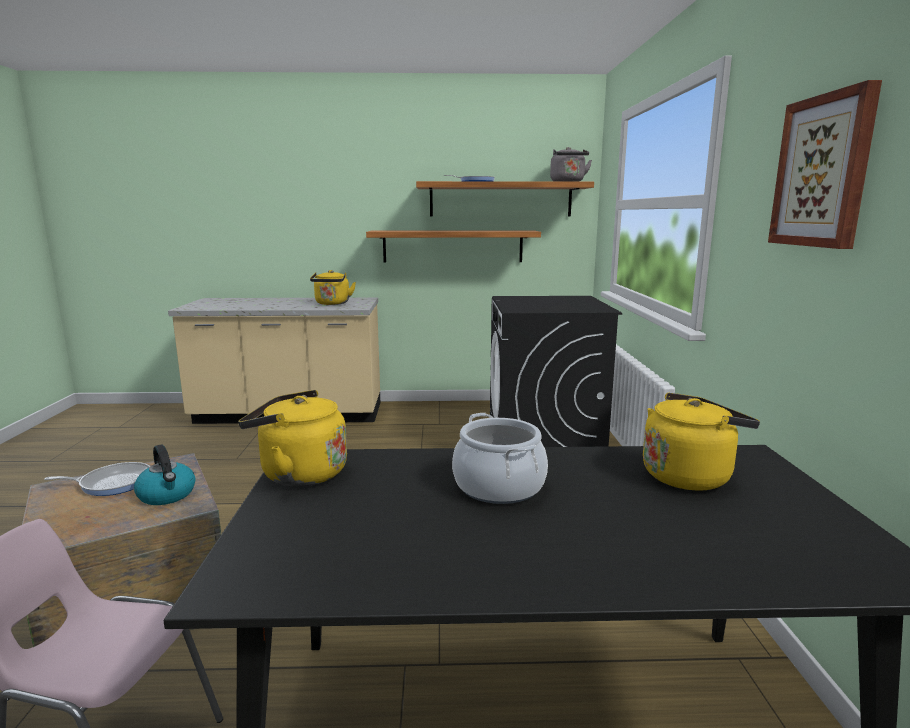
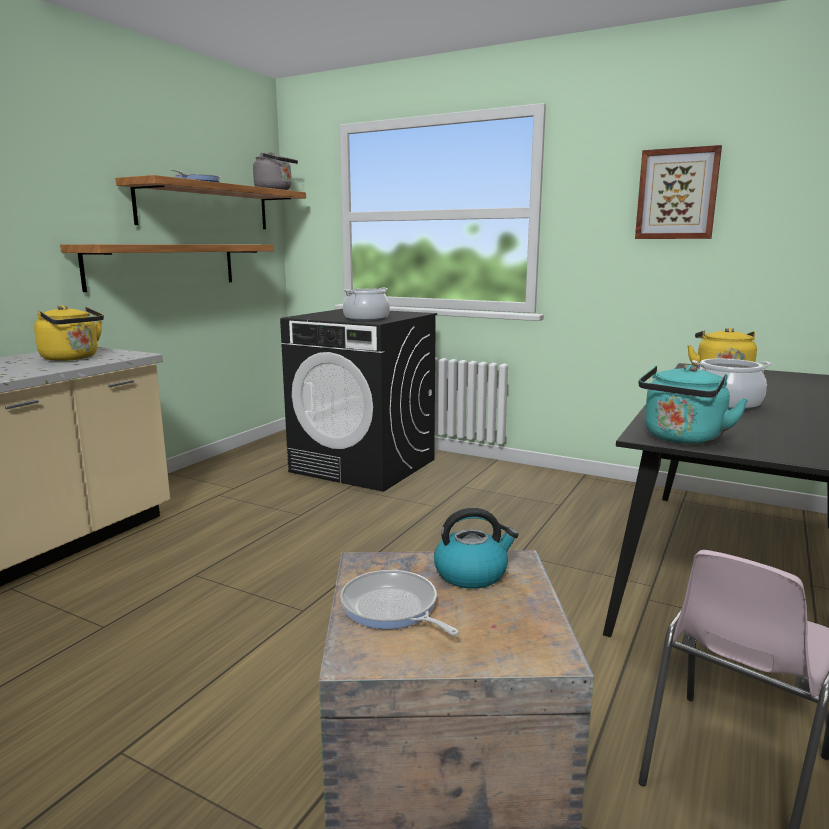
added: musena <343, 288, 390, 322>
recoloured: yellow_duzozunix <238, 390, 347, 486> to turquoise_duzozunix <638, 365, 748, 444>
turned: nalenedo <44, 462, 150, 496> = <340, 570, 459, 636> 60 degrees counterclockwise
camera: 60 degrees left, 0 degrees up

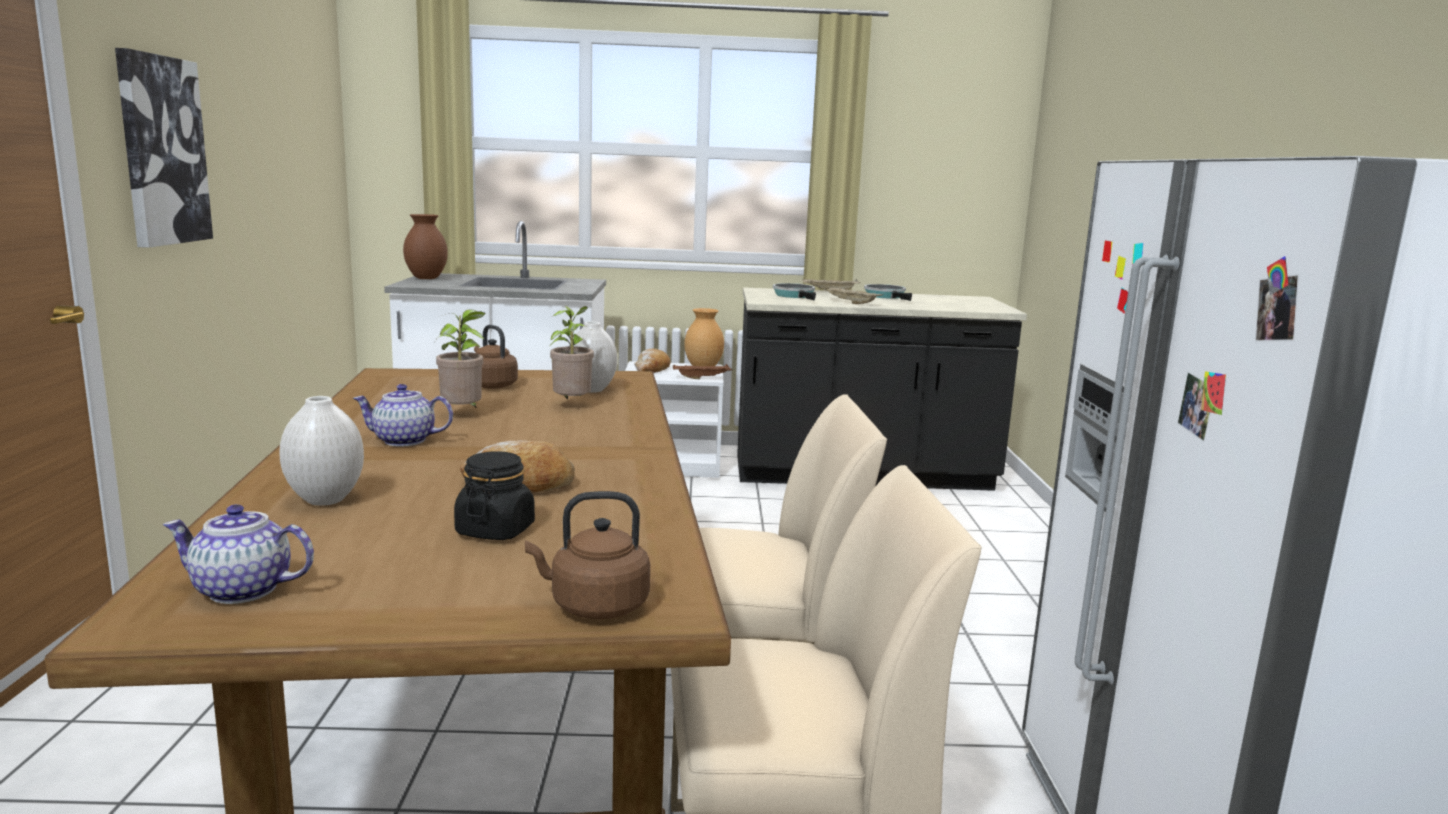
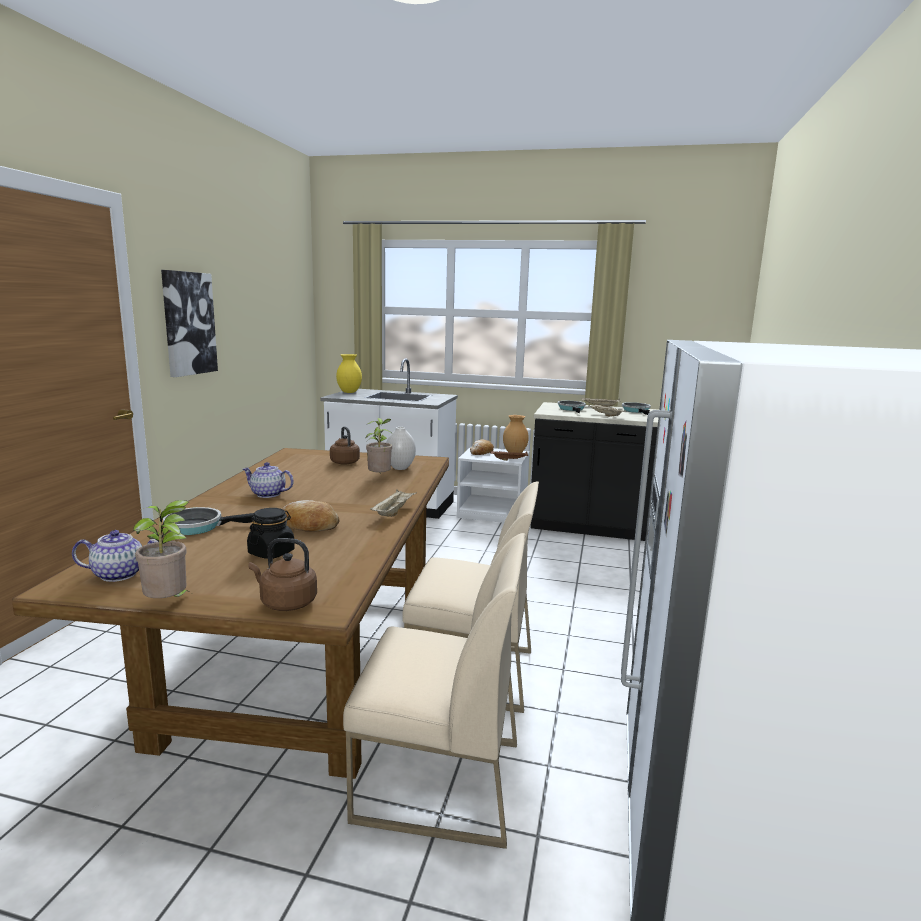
added: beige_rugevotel <370, 489, 416, 517>
moved: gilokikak <435, 310, 486, 408> to <133, 500, 191, 598>
replaced: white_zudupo <279, 396, 364, 506> to nalenedo <163, 507, 254, 535>
recoloured: brown_zudupo <403, 214, 448, 279> to yellow_zudupo <336, 354, 362, 393>
turned: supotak <163, 504, 314, 604> = <72, 530, 158, 582> 150 degrees clockwise
camera: 15 degrees right, 0 degrees up

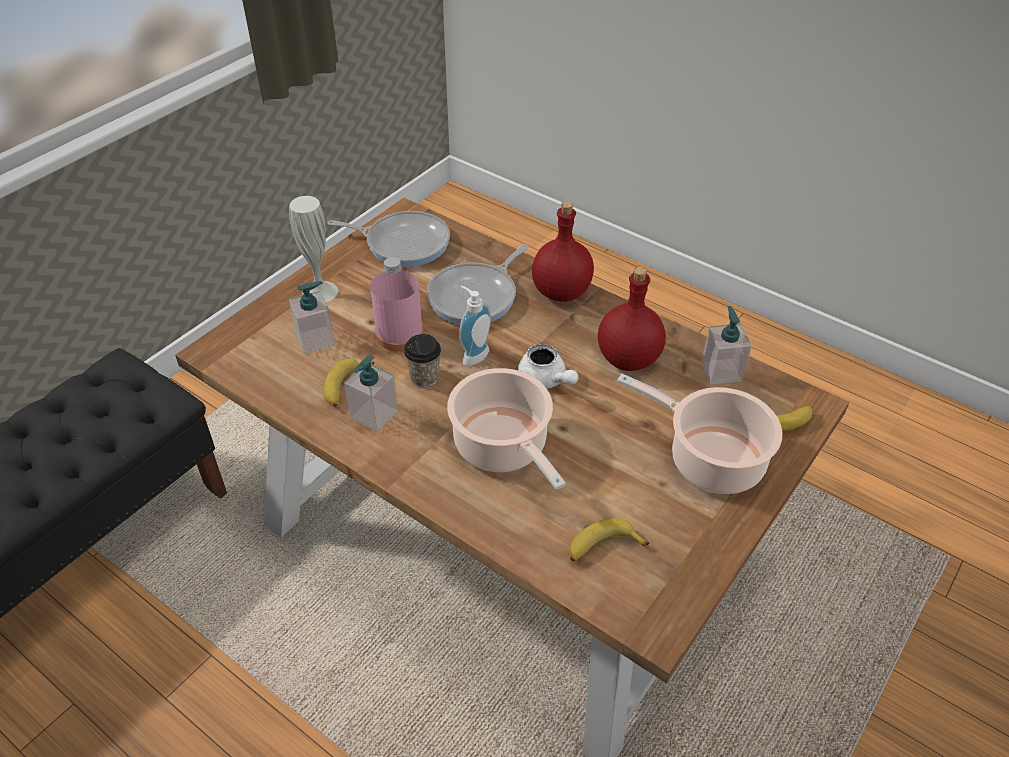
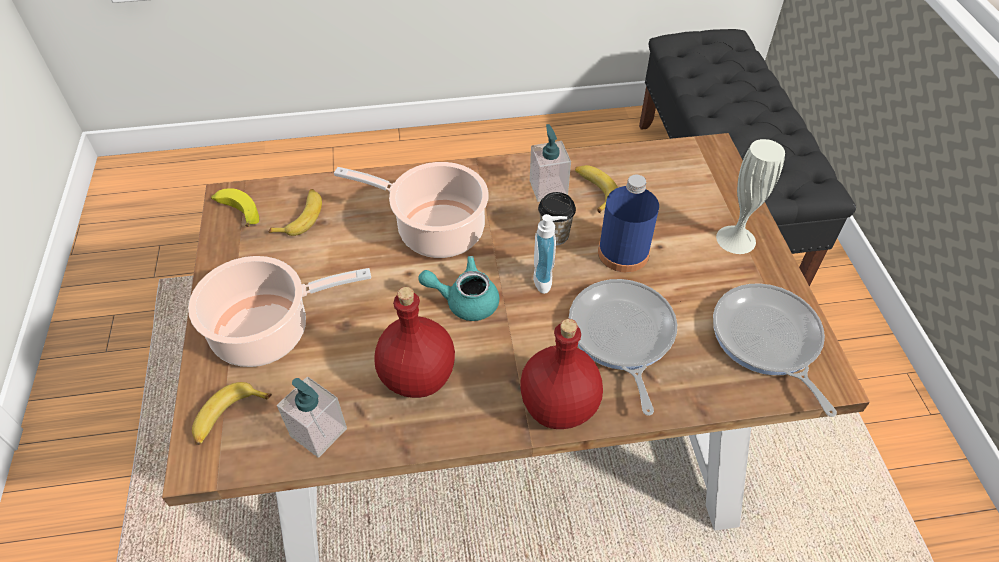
removed: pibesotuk <289, 281, 335, 354>
added: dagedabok <211, 188, 259, 227>
recoloured: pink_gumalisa <370, 257, 423, 351> to blue_gumalisa <598, 175, 659, 272>; white_supotak <518, 344, 578, 389> to turquoise_supotak <418, 256, 499, 321>
turned: nalenedo <327, 211, 450, 267> = <713, 284, 837, 417> 105 degrees clockwise
camera: 135 degrees right, 5 degrees up

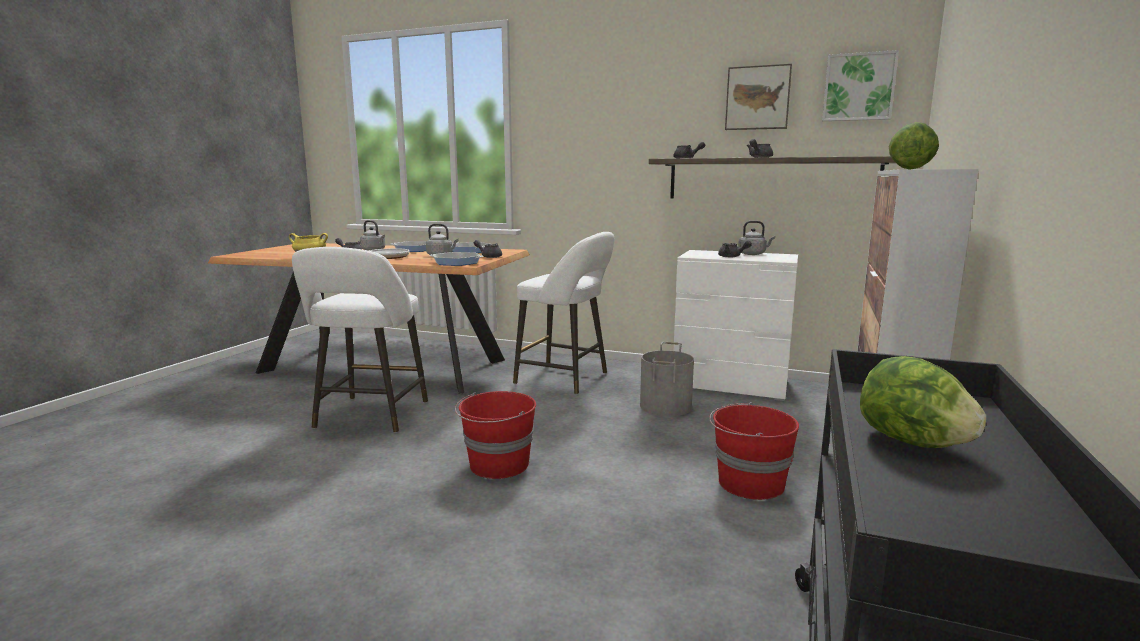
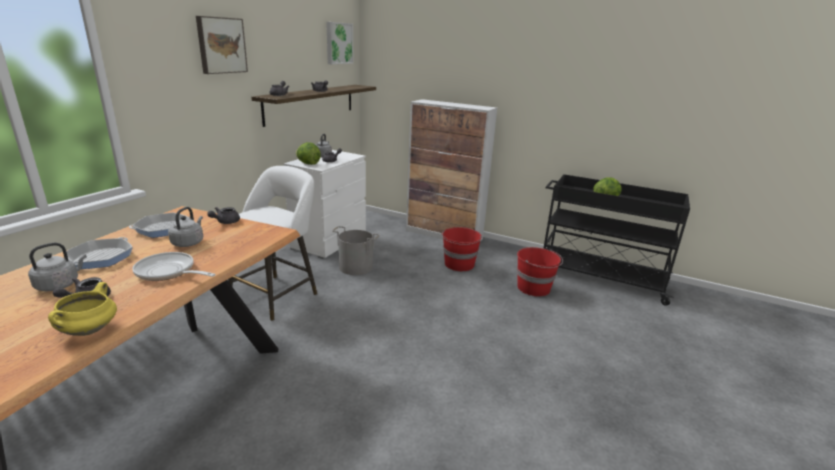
removed: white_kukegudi <292, 247, 428, 433>; nalenedo <430, 252, 483, 266>
moved: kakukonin <725, 64, 792, 130> to <196, 16, 248, 74>; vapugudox <889, 122, 939, 169> to <296, 142, 321, 165>; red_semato <455, 391, 536, 479> to <517, 247, 563, 297>
camera: 85 degrees left, 10 degrees up

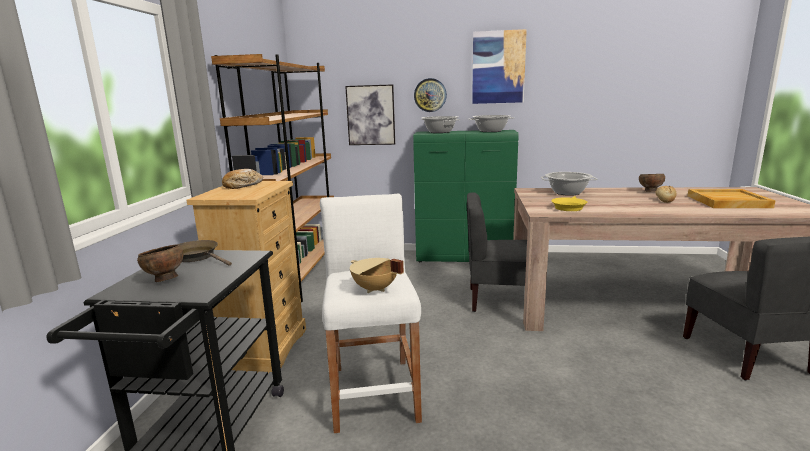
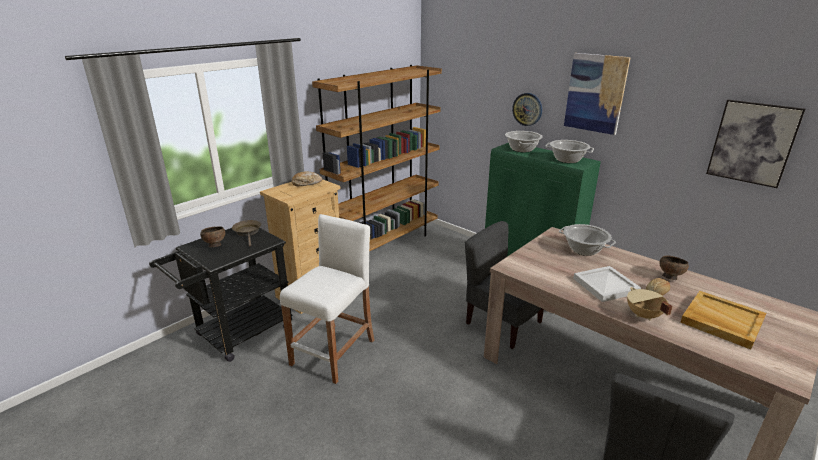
removed: yellow_nalenedo <551, 196, 588, 211>
added: white_rugevotel <573, 266, 641, 302>
moved: kakukonin <345, 84, 395, 145> to <706, 100, 806, 188>; beige_musena <350, 258, 404, 293> to <627, 287, 673, 320>
camera: 35 degrees right, 10 degrees up

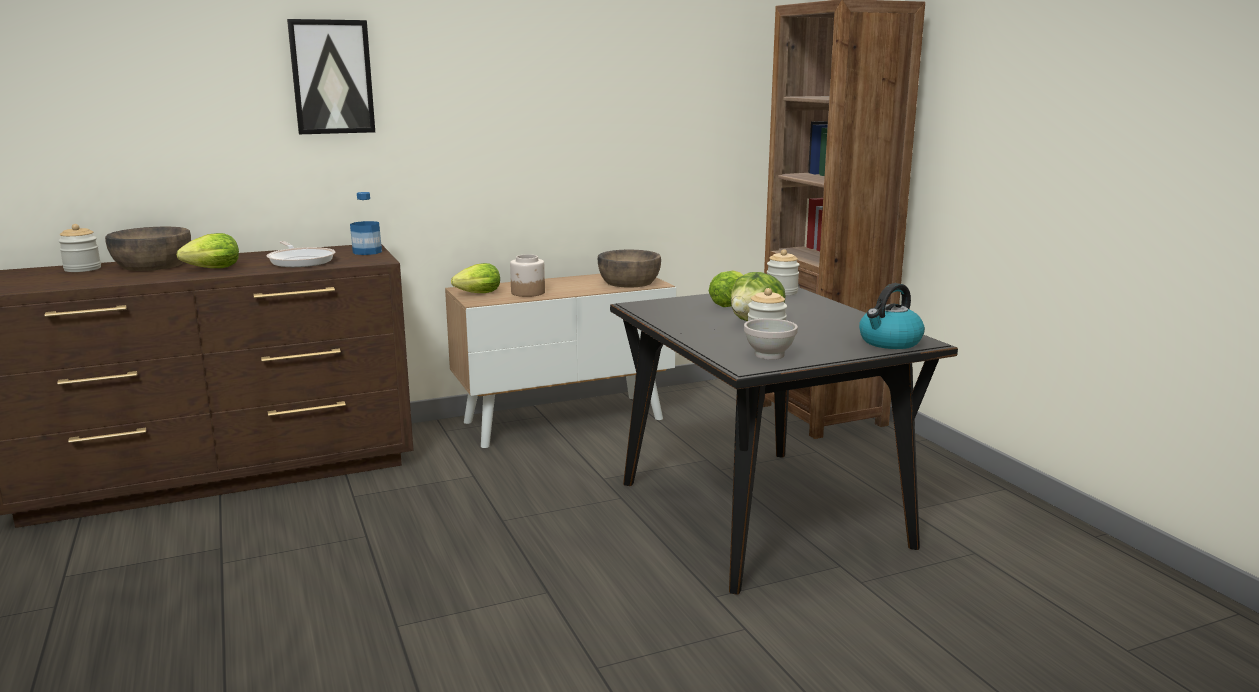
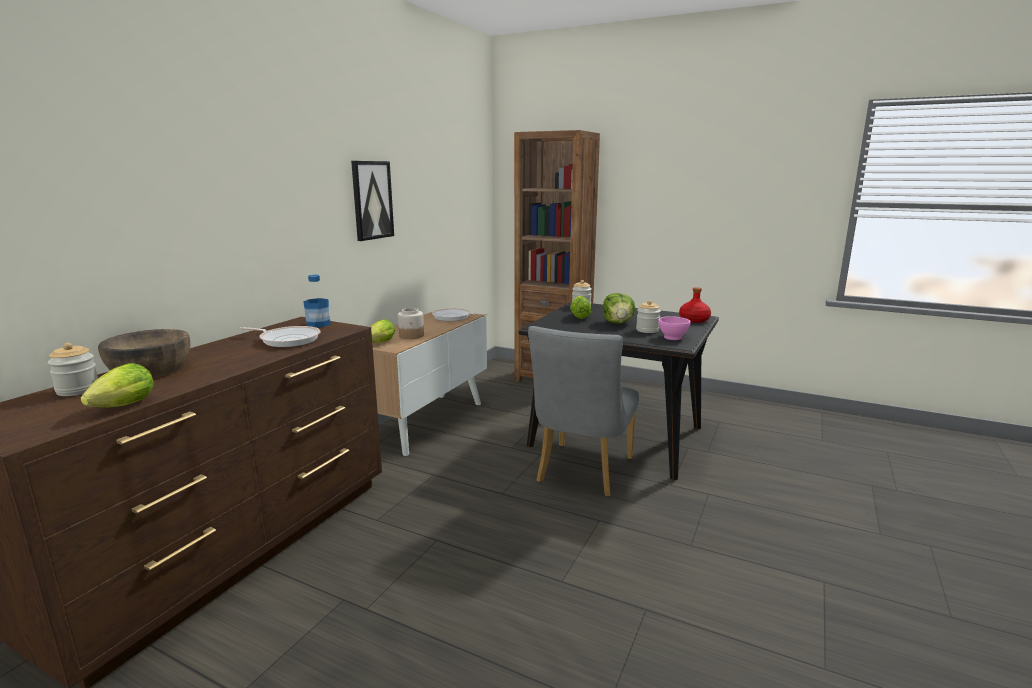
added: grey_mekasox <528, 326, 639, 497>
moved: kakukonin <287, 19, 375, 134> to <351, 161, 394, 241>; vapugudox <176, 233, 239, 268> to <81, 363, 154, 408>
replaced: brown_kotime <598, 250, 661, 288> to nalenedo <432, 308, 488, 321>; duzozunix <859, 283, 925, 349> to red_gumalisa <679, 287, 711, 323>
recoloured: white_kotime <744, 318, 798, 360> to pink_kotime <658, 316, 690, 340>
camera: 40 degrees left, 0 degrees up

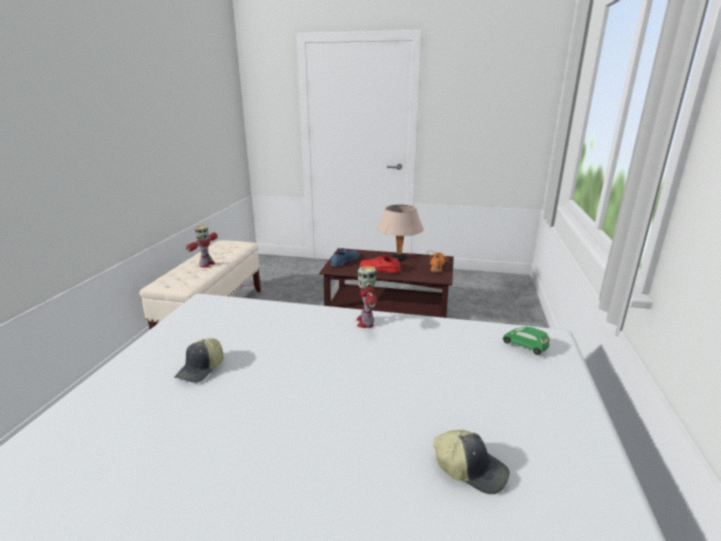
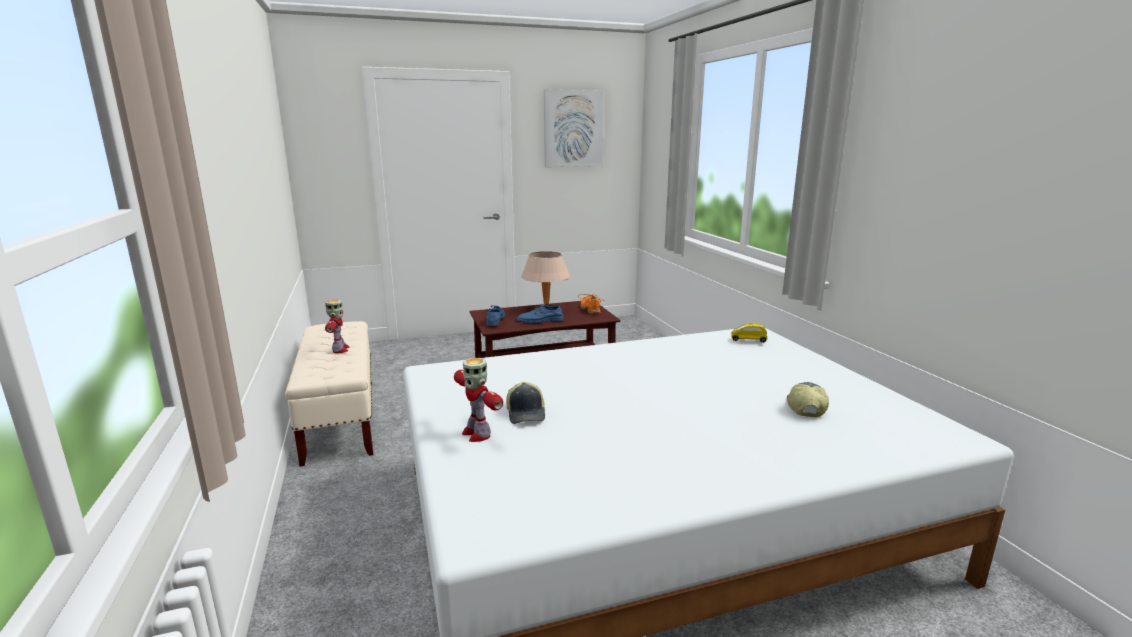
added: kakukonin <544, 89, 604, 167>
moved: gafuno <356, 266, 378, 328> to <454, 358, 503, 442>
recoloured: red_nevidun <360, 255, 401, 273> to blue_nevidun <517, 304, 564, 323>; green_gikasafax <503, 327, 550, 355> to yellow_gikasafax <731, 324, 767, 343>
turned: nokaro <434, 430, 510, 494> = <787, 382, 829, 417> 75 degrees counterclockwise
camera: 30 degrees left, 5 degrees down

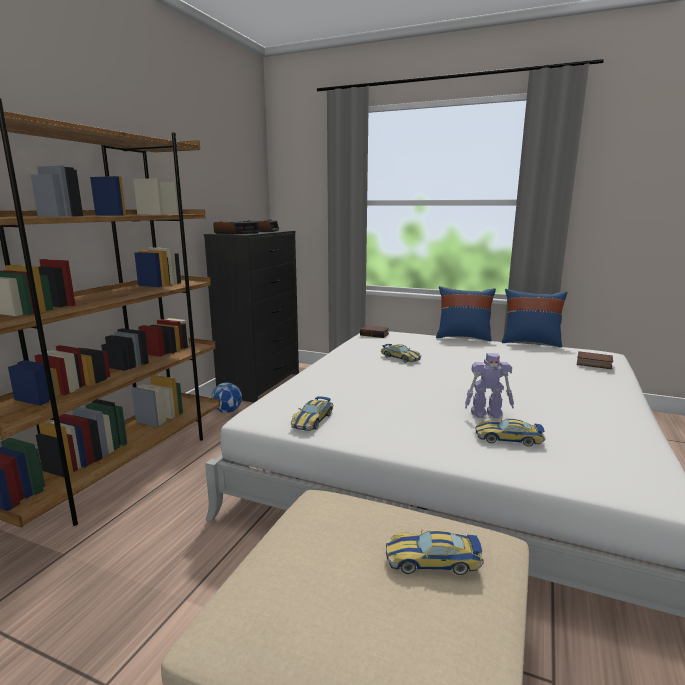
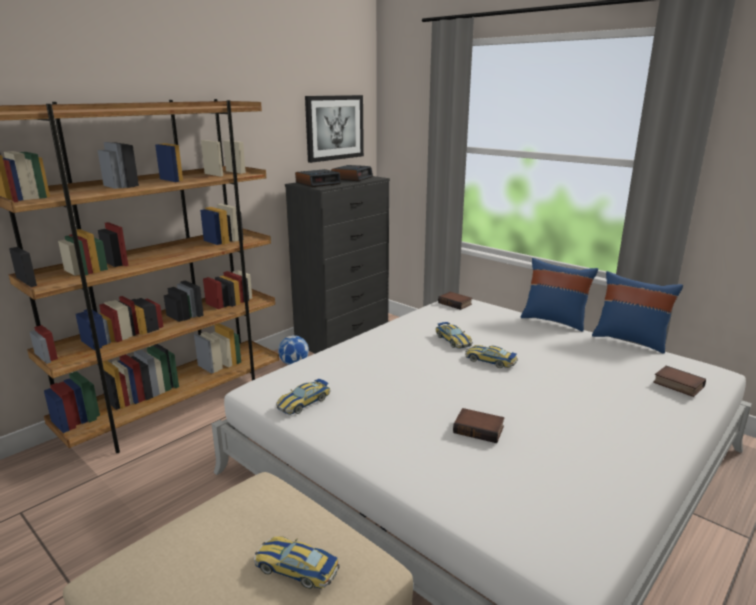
added: kakukonin <305, 95, 364, 163>
moved: gikasafax <475, 419, 545, 447> to <465, 345, 518, 368>
replaced: gafuno <465, 353, 514, 419> to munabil <453, 408, 505, 443>
camera: 20 degrees right, 5 degrees up

